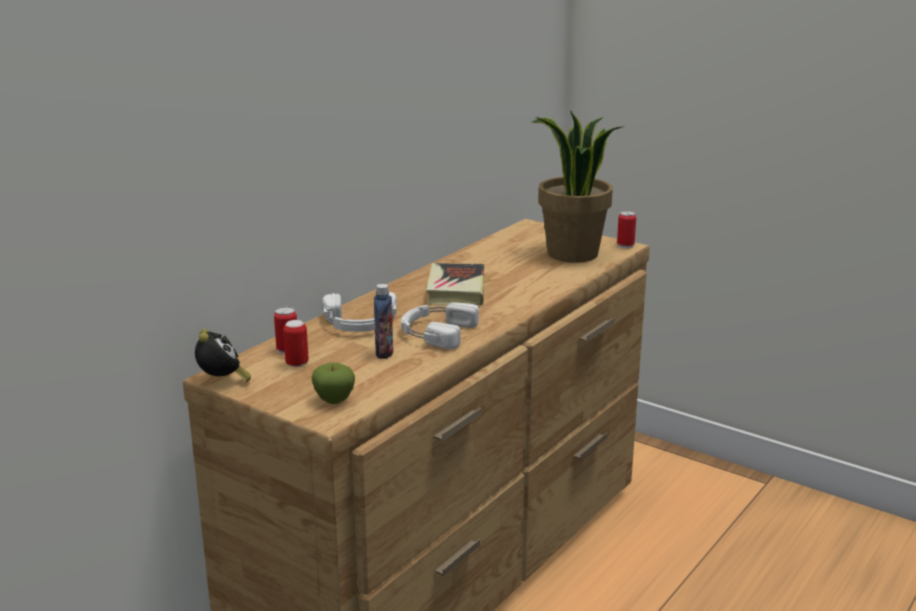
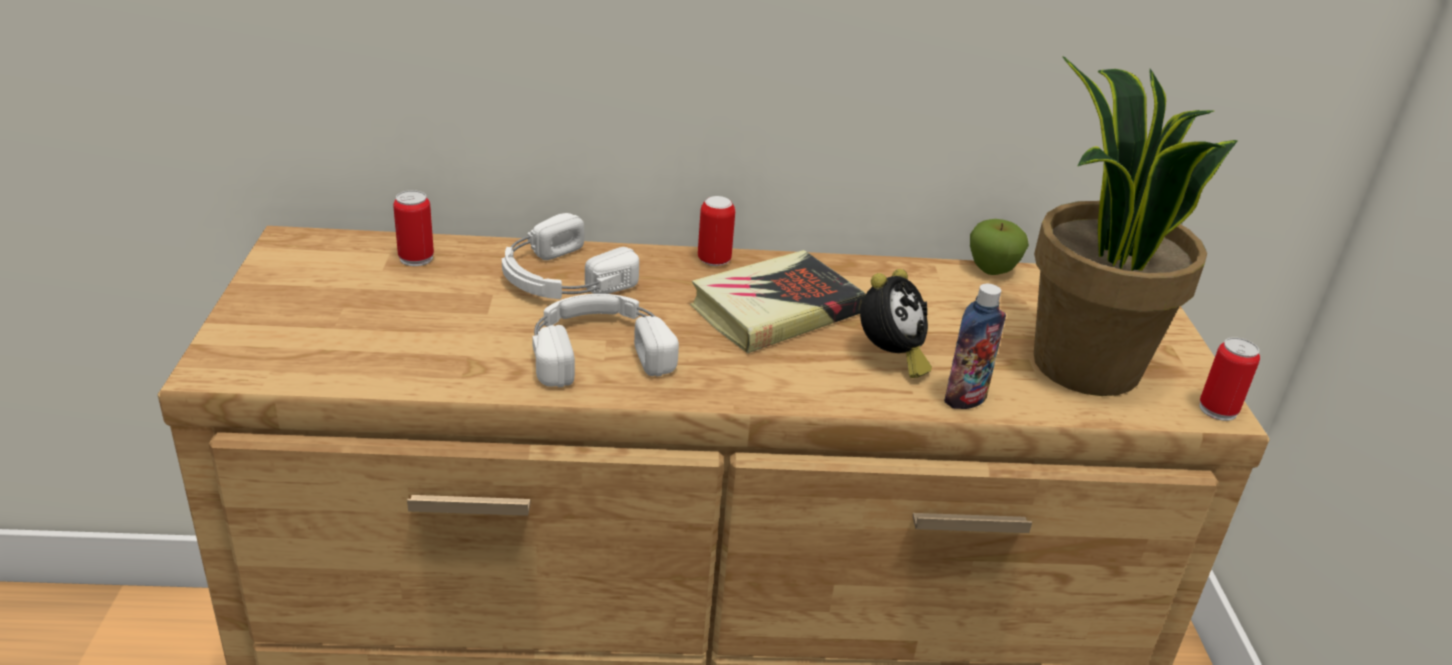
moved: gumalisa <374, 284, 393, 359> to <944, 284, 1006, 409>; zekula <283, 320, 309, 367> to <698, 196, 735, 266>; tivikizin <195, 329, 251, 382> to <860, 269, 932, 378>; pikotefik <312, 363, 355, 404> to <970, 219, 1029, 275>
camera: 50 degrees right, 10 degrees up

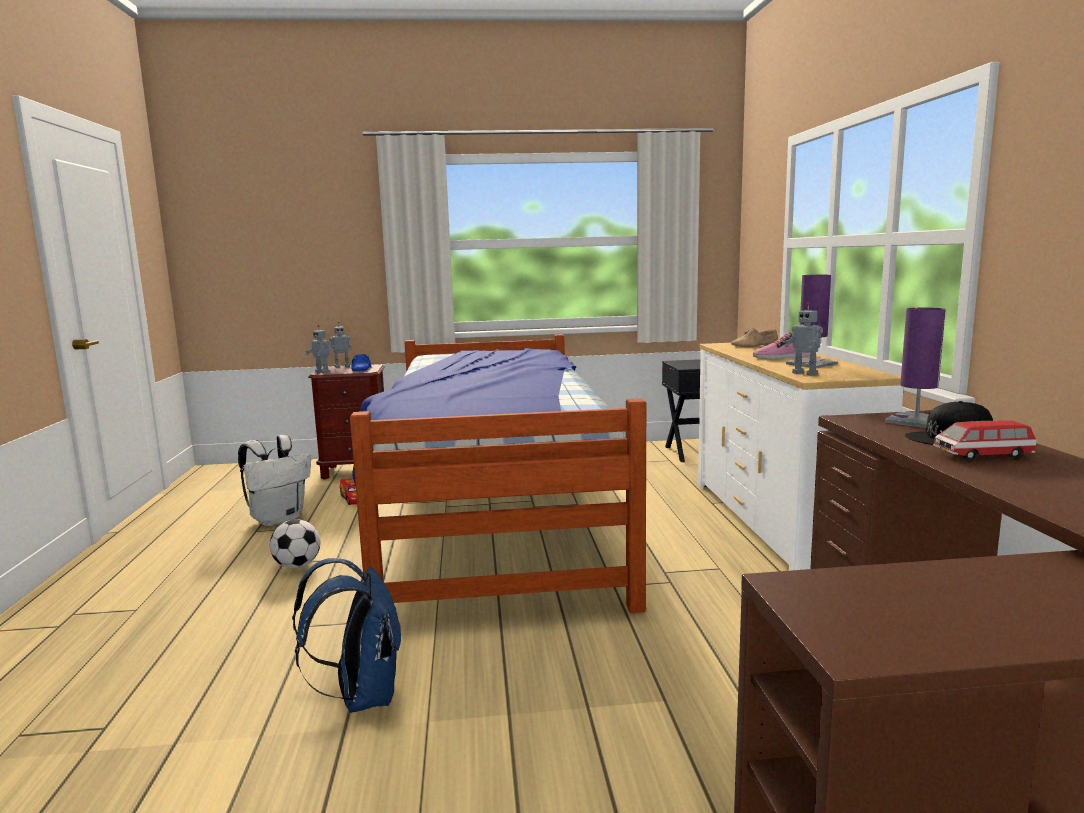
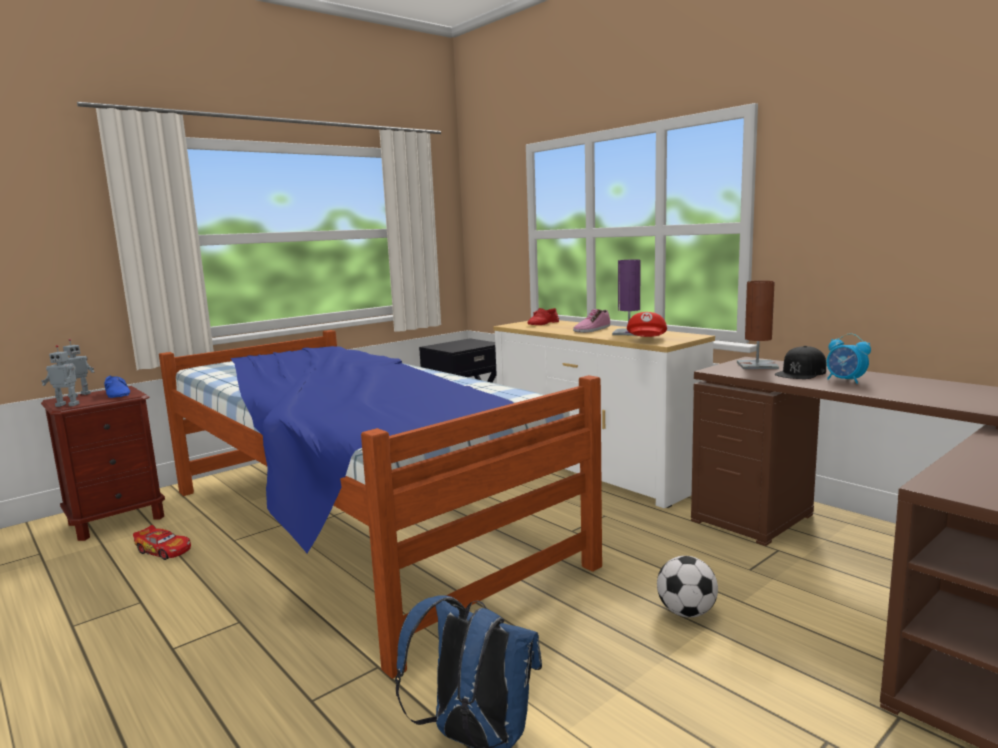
removed: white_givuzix <238, 435, 311, 526>
moved: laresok <270, 519, 320, 568> to <657, 556, 718, 617>
replaced: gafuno <785, 302, 823, 376> to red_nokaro <627, 312, 667, 337>; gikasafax <933, 420, 1036, 461> to tivikizin <826, 333, 871, 384>
recoloured: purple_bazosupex <885, 307, 946, 428> to brown_bazosupex <737, 281, 779, 369>; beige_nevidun <731, 328, 778, 347> to red_nevidun <527, 308, 559, 325>
camera: 35 degrees left, 0 degrees up

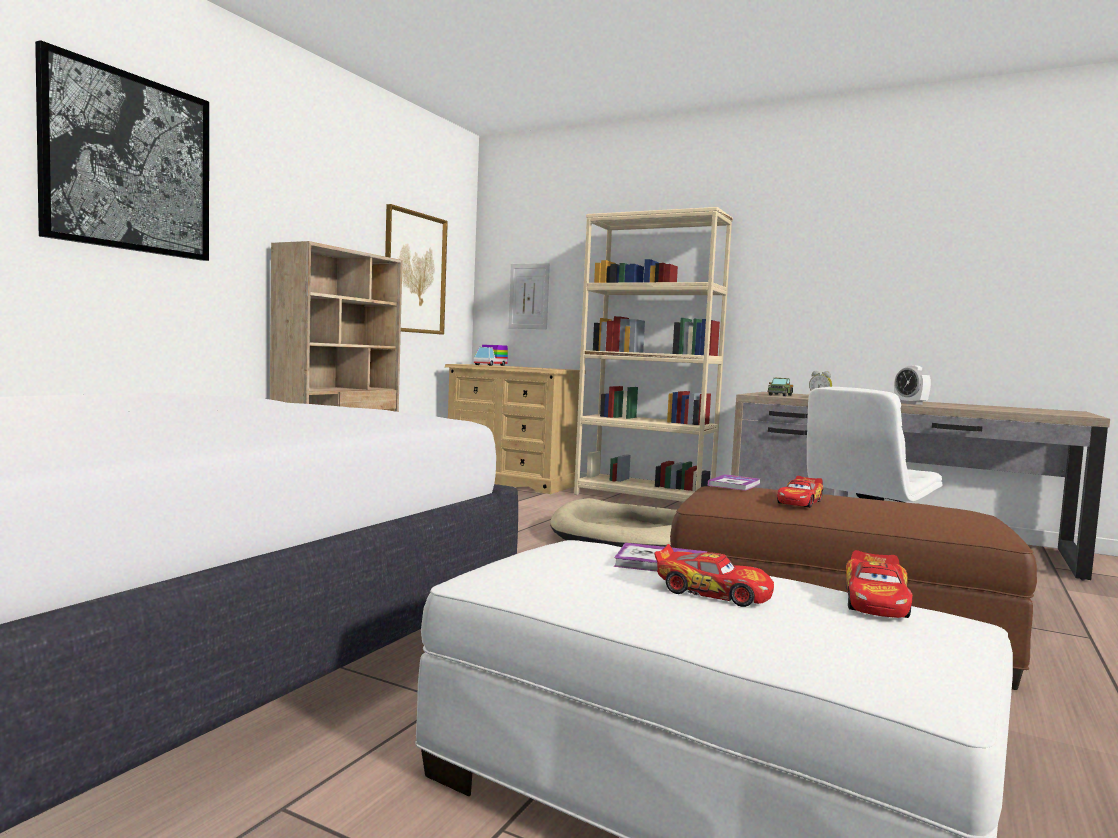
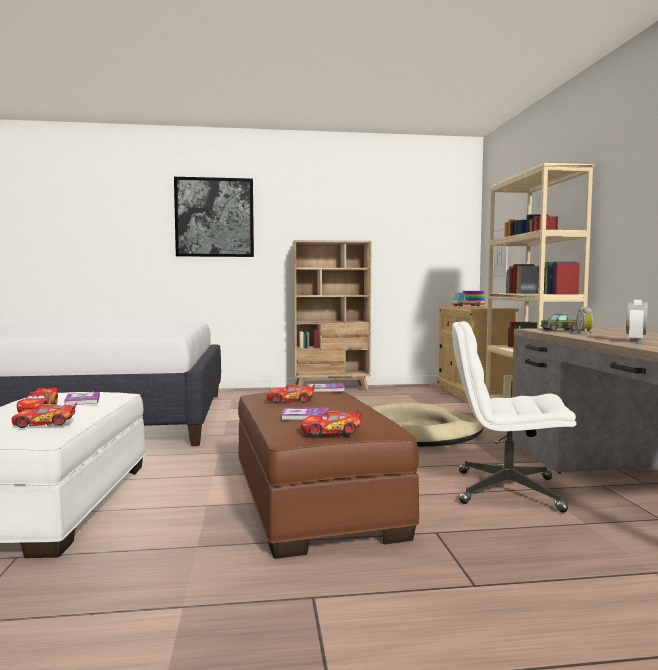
removed: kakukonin <385, 204, 448, 335>
added: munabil <281, 407, 329, 420>; gikasafax <301, 409, 363, 436>
camera: 55 degrees right, 0 degrees up

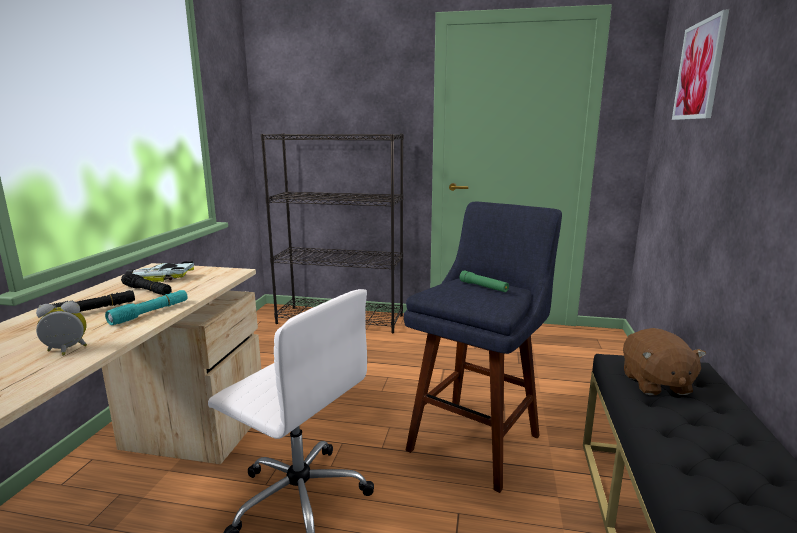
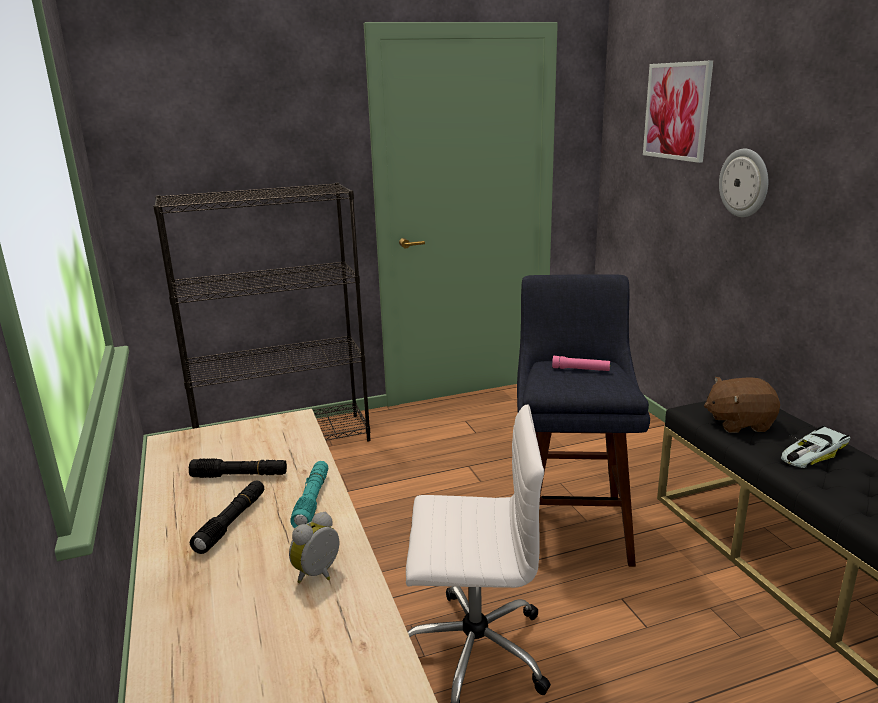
added: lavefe <719, 148, 768, 217>
moved: gikasafax <126, 261, 194, 282> to <781, 425, 850, 468>
recoloured: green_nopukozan <460, 270, 509, 292> to pink_nopukozan <552, 356, 610, 371>
turned: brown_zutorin <623, 328, 706, 395> = <704, 377, 780, 433> 120 degrees clockwise
camera: 30 degrees left, 5 degrees up

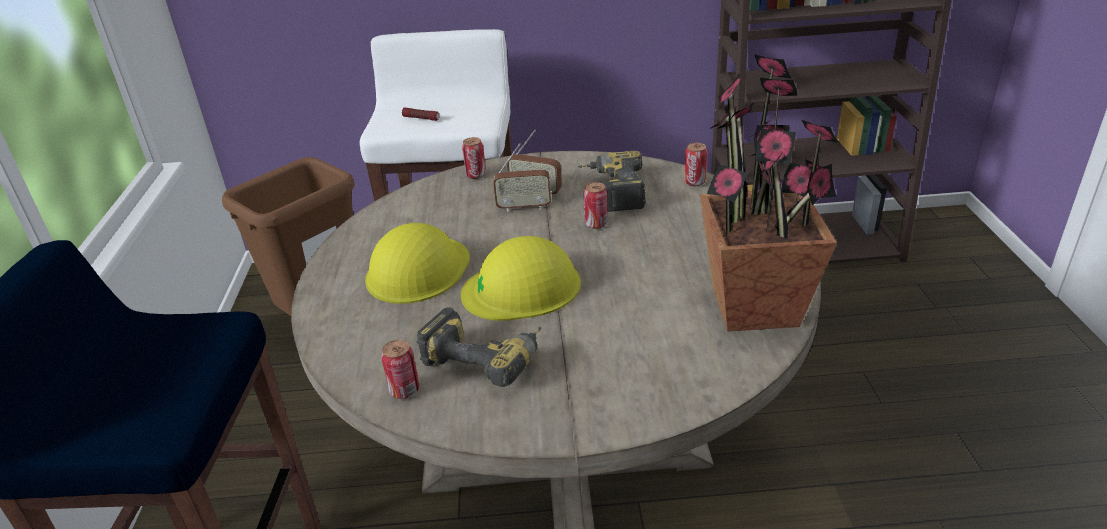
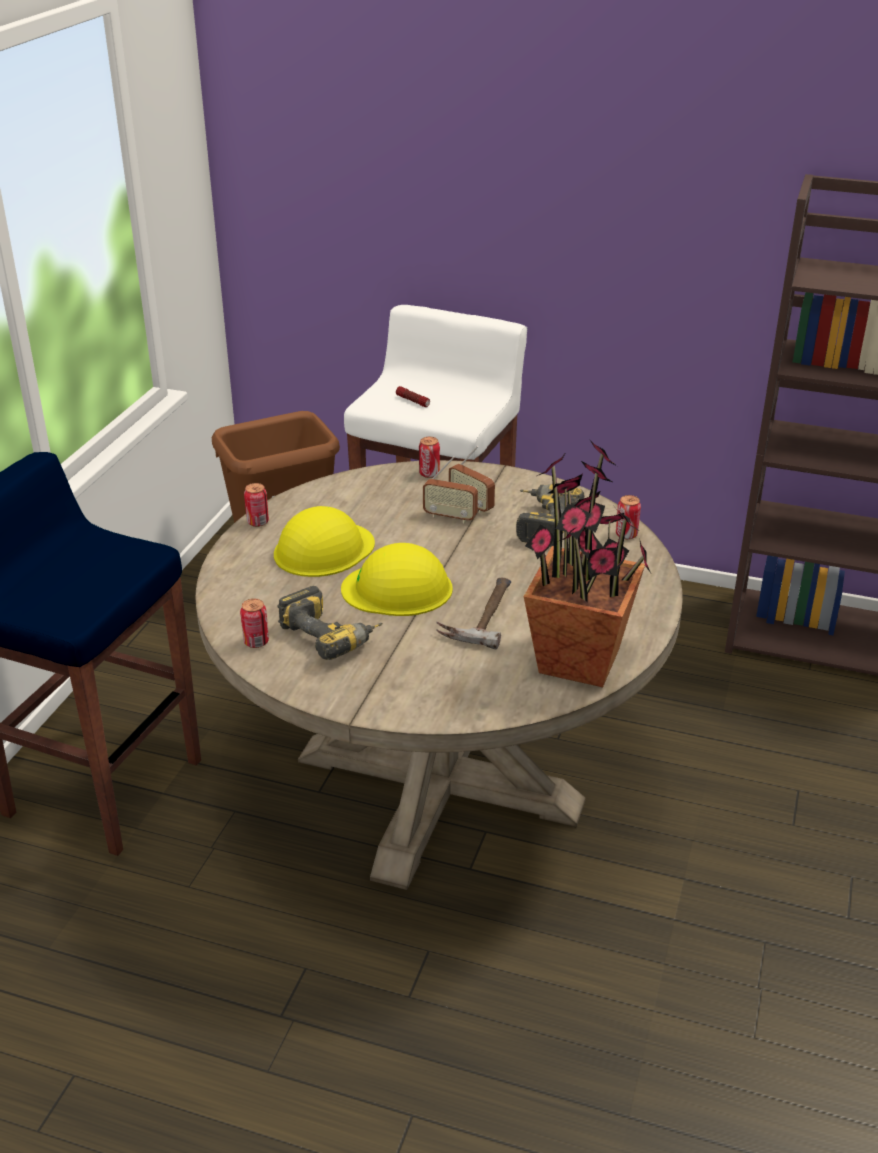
added: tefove <437, 578, 511, 650>
moved: zekula <583, 182, 608, 229> to <244, 483, 269, 527>
camera: 20 degrees right, 0 degrees up

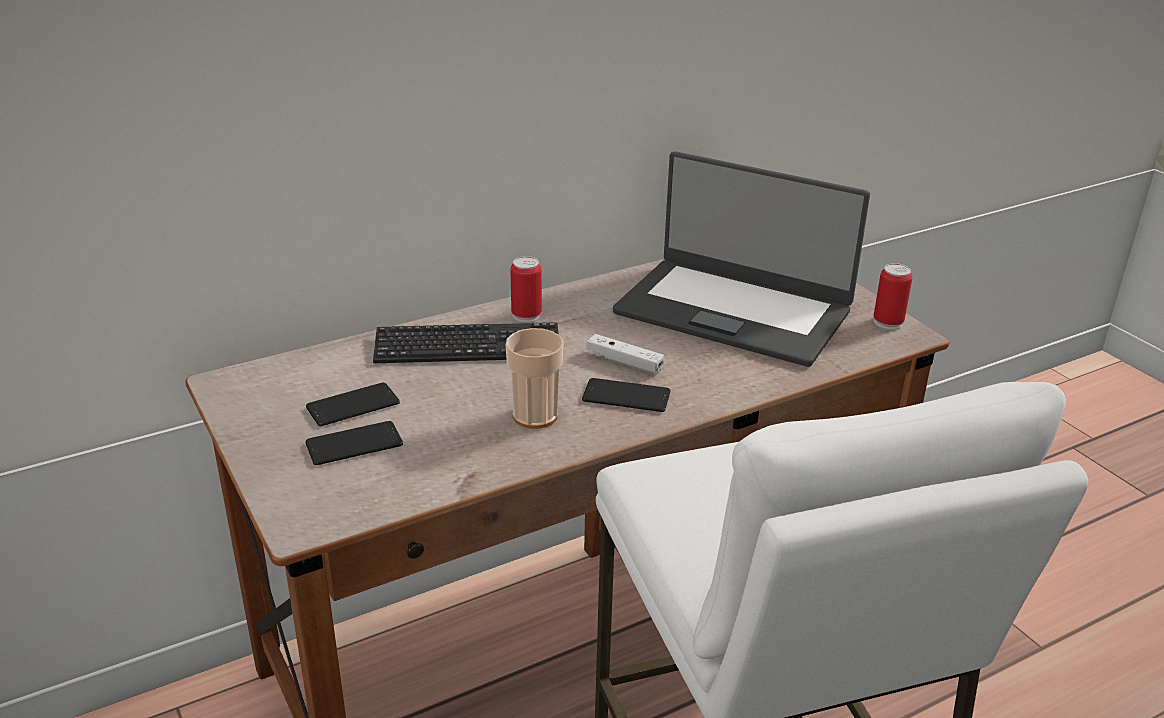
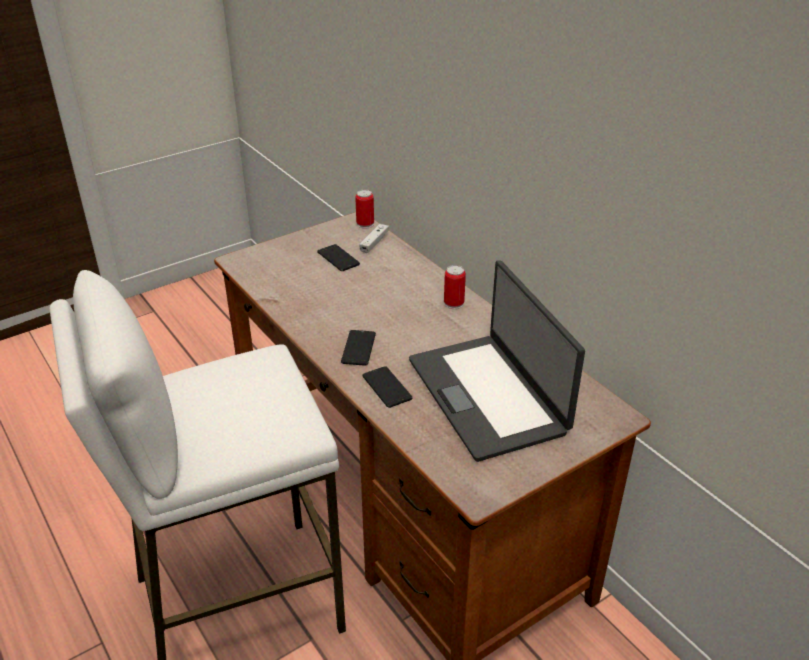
removed: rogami <373, 322, 559, 363>; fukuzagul <506, 328, 564, 429>
moved: zekula <873, 263, 913, 330> to <355, 190, 374, 229>; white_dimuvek <586, 334, 665, 374> to <359, 224, 389, 253>; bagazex <305, 421, 403, 465> to <362, 366, 412, 408>
turned: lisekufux <613, 151, 870, 367> = <409, 260, 585, 462> 45 degrees counterclockwise
camera: 85 degrees right, 5 degrees up

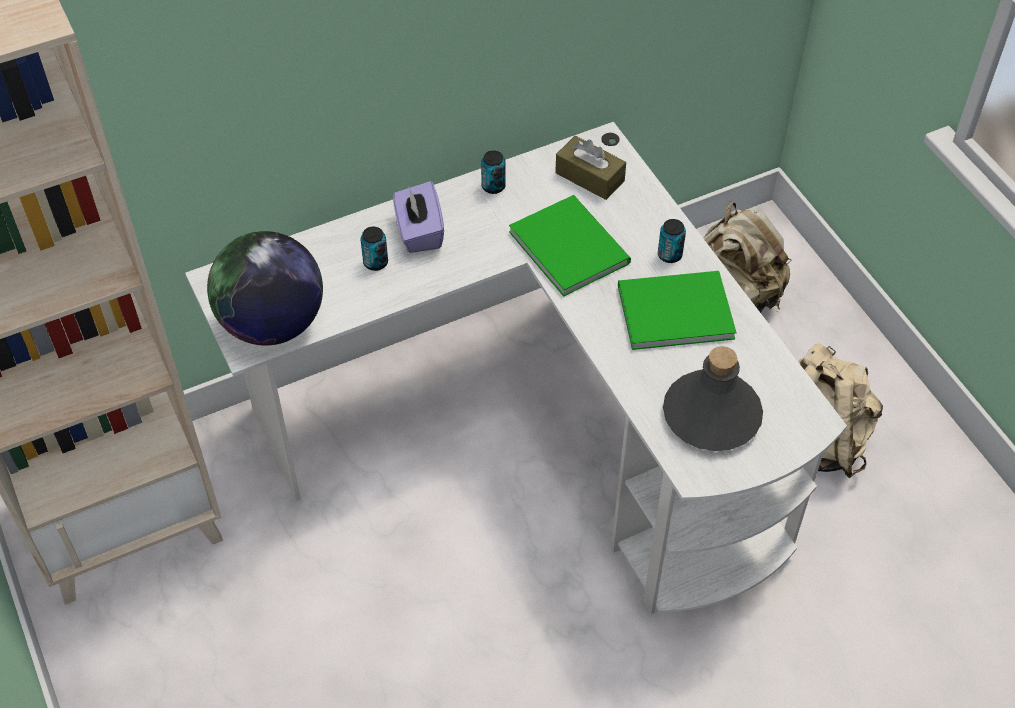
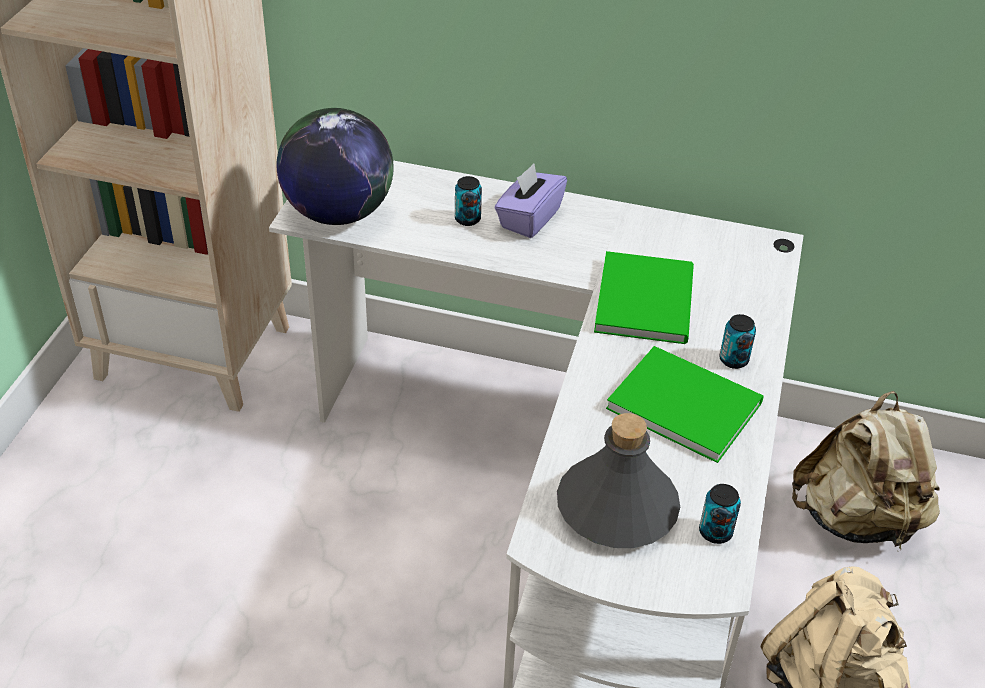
removed: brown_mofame <555, 136, 626, 200>
moved: zekula <481, 150, 506, 194> to <699, 484, 741, 544>
camera: 40 degrees right, 10 degrees down

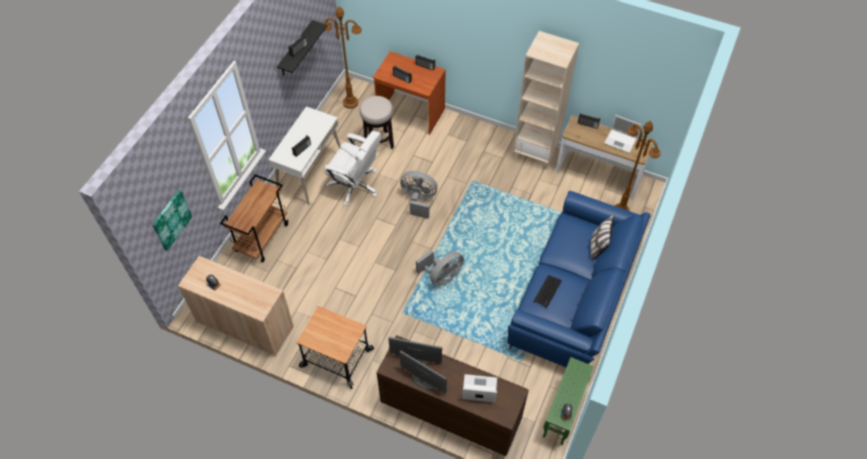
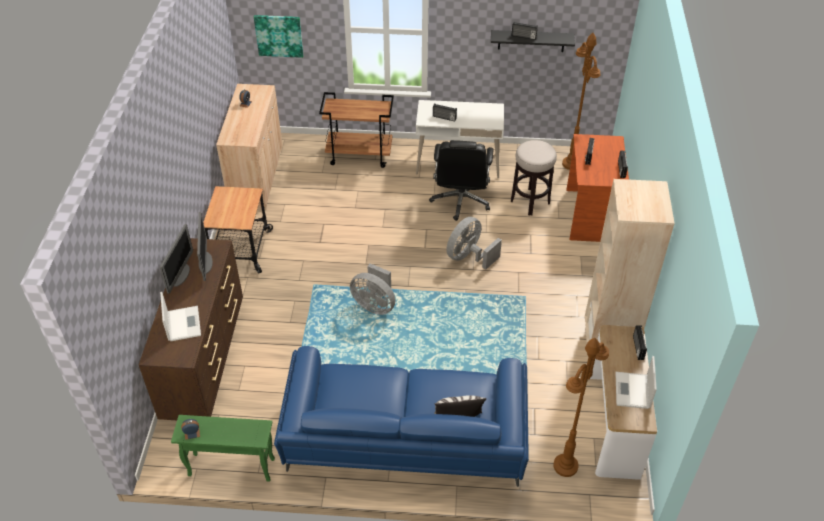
removed: rogami <534, 275, 562, 308>
recoloured: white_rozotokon <324, 131, 381, 206> to black_rozotokon <429, 140, 494, 221>
turned: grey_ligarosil <400, 171, 437, 219> = <446, 217, 502, 270> 135 degrees counterclockwise
camera: 70 degrees right, 10 degrees down

